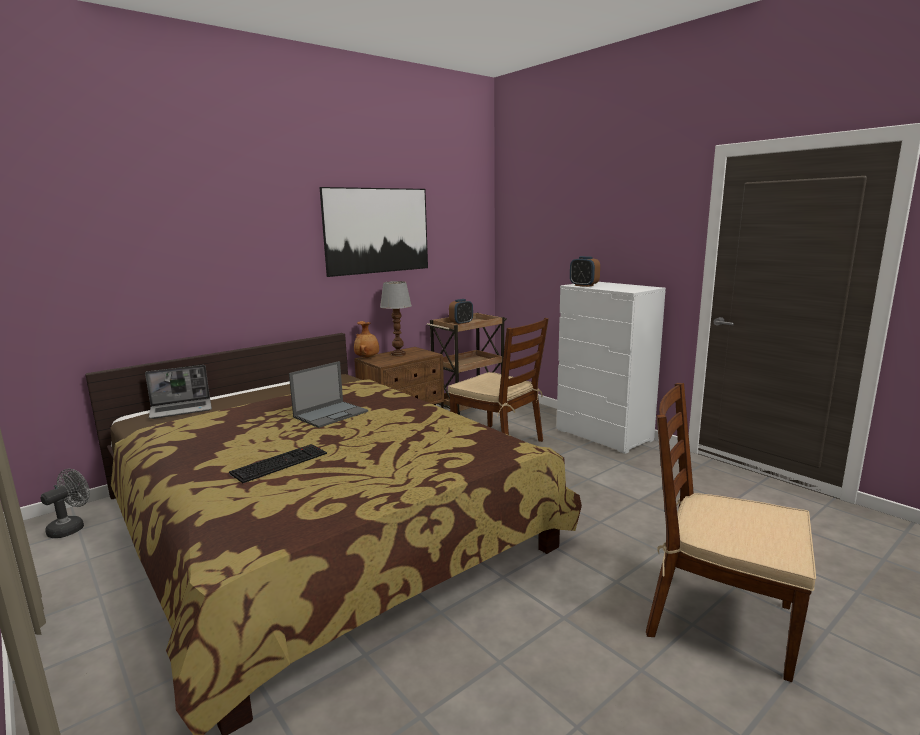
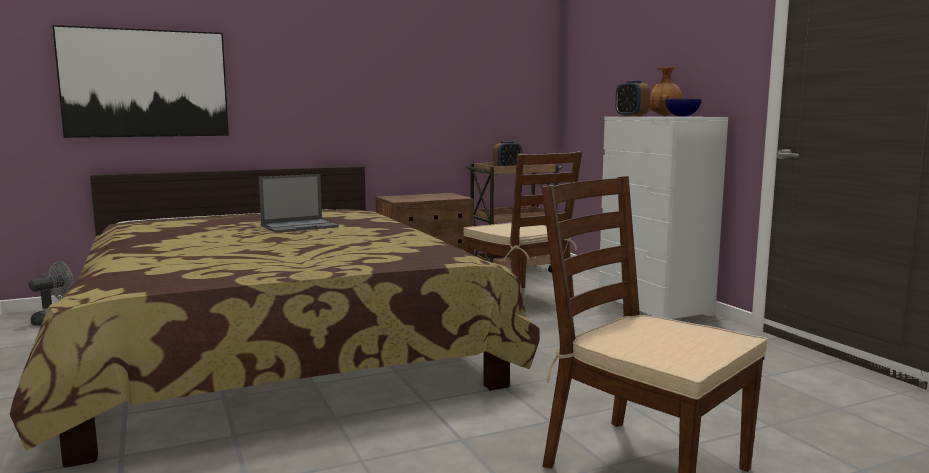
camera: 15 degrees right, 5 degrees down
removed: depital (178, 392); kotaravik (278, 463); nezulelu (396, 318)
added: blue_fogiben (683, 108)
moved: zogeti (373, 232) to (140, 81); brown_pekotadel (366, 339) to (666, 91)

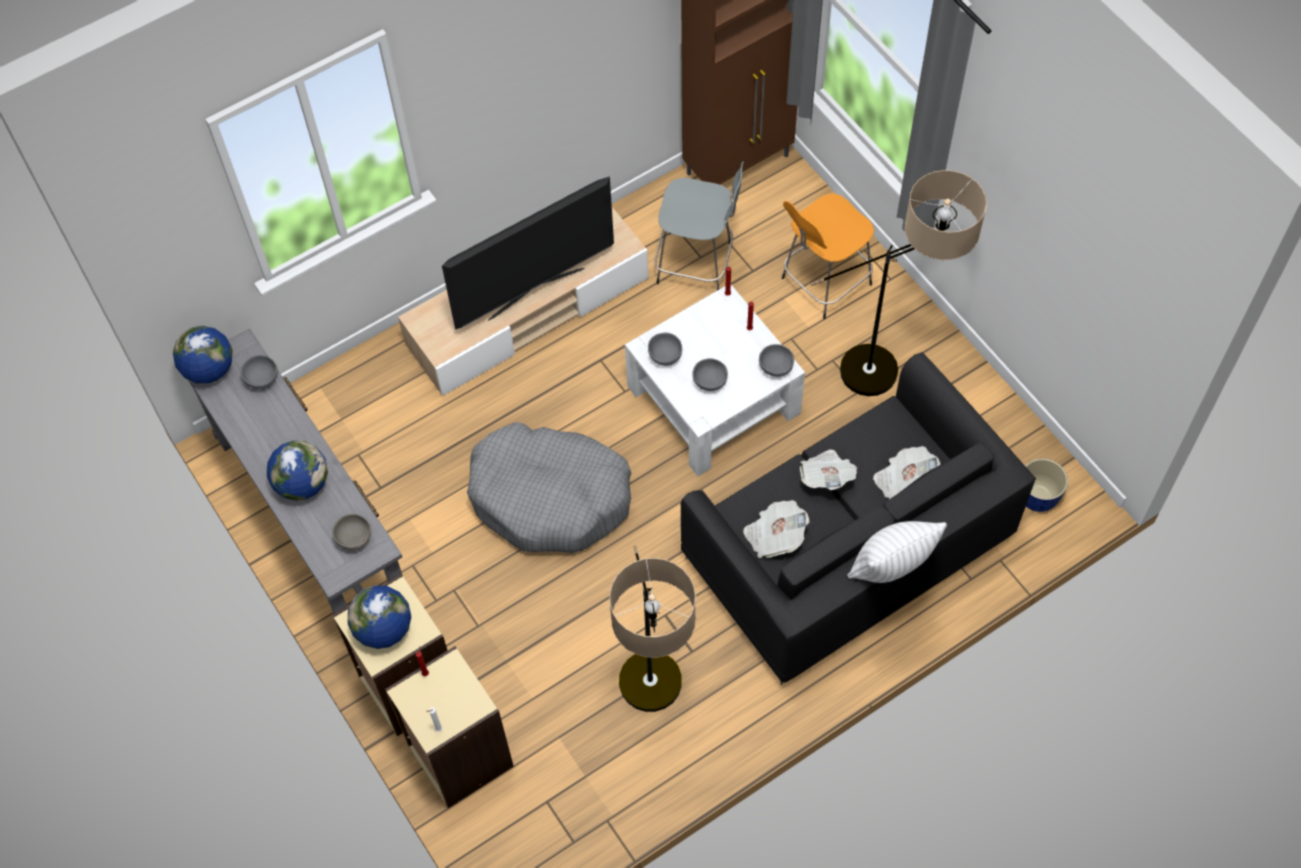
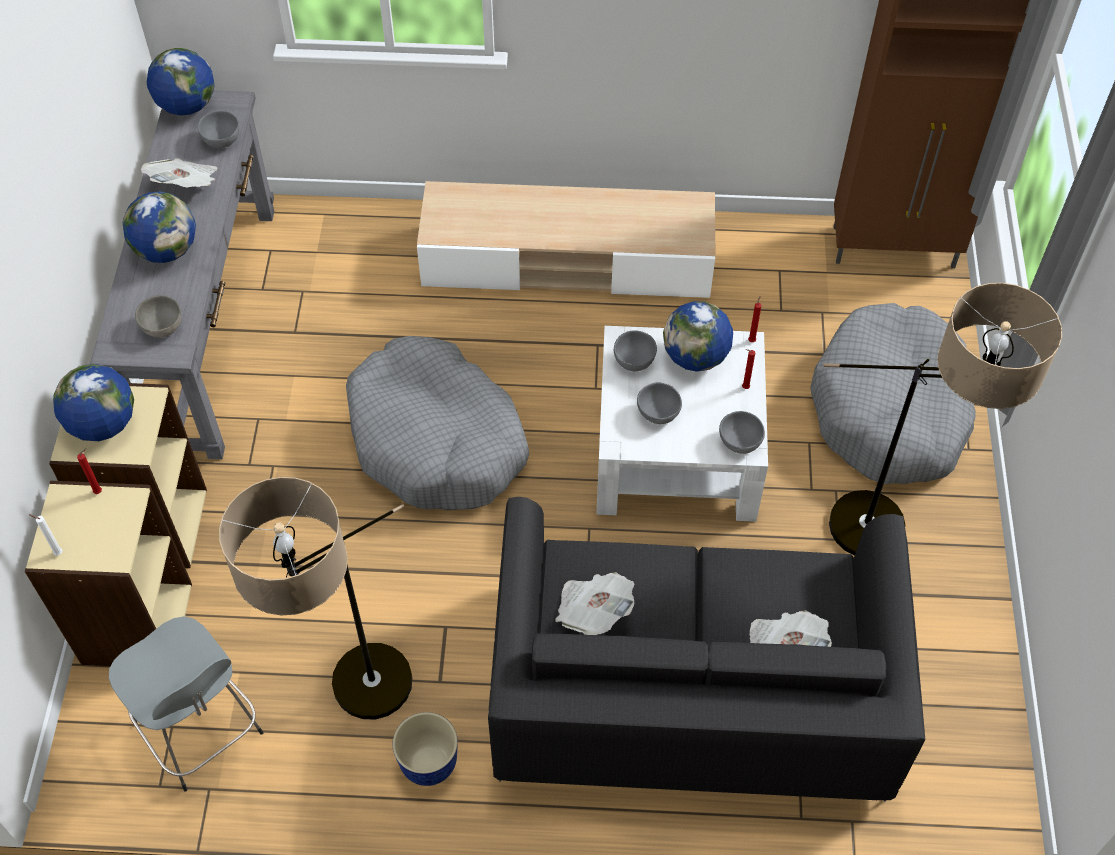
camera: 35 degrees right, 5 degrees down
removed: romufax (528, 252); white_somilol (897, 552)
added: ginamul (698, 336)
moved: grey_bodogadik (699, 225) to (186, 704); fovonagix (829, 470) to (179, 172); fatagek (1046, 485) to (425, 749)
replaced: orange_bodogadik (828, 256) to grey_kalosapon (893, 393)

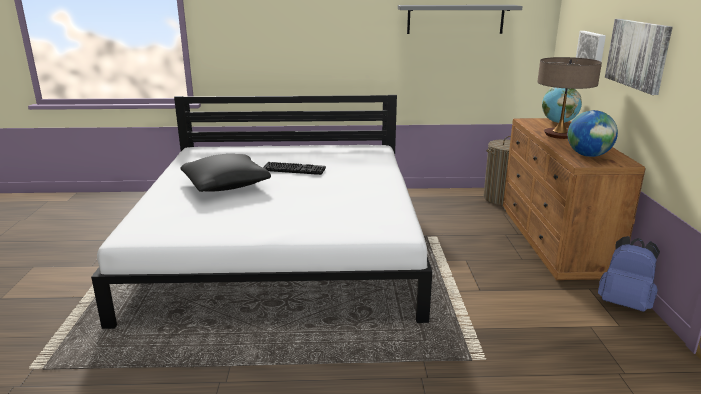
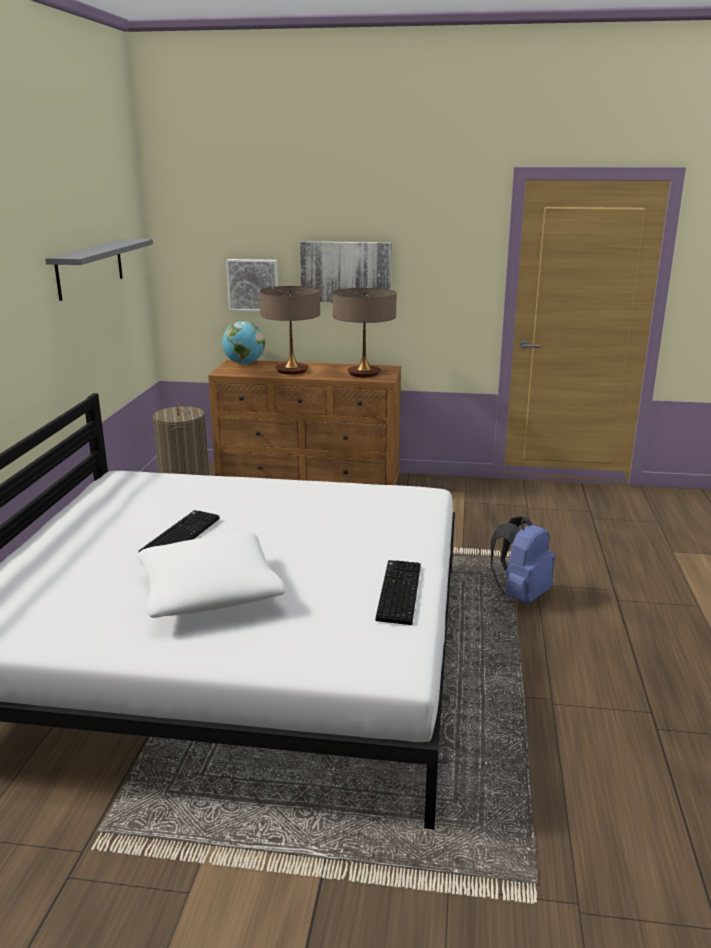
camera: 80 degrees left, 0 degrees up
added: kotaravik (398, 592)
moved: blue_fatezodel (629, 274) to (523, 560)
replaced: ginamul (593, 133) to nezulelu (365, 332)
recoloured: black_somilol (225, 173) to white_somilol (211, 574)

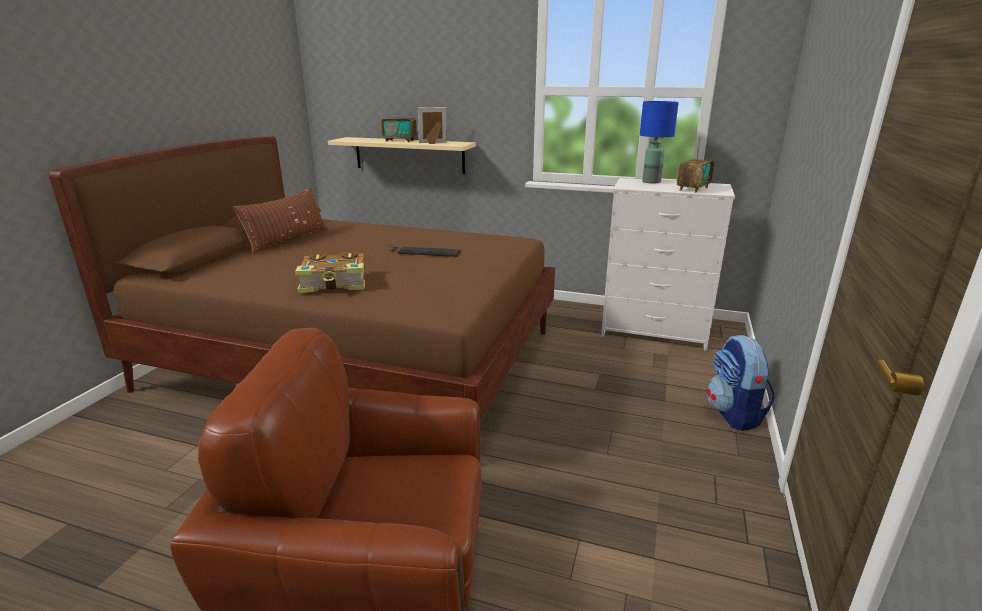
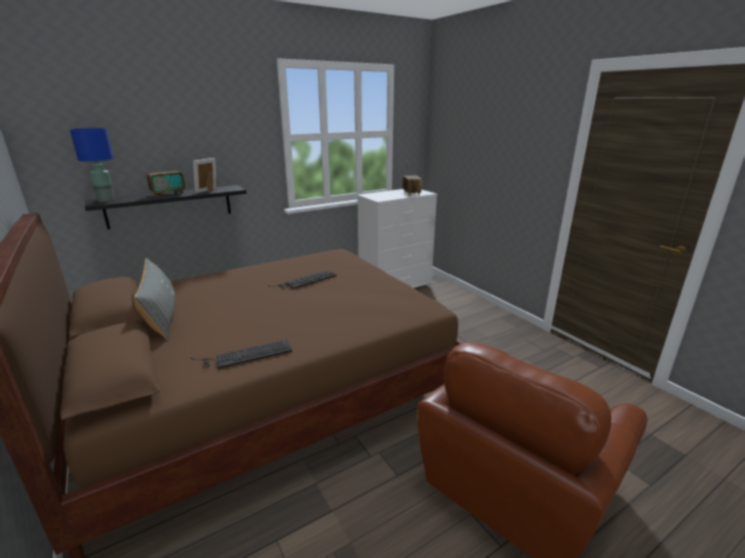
camera: 50 degrees left, 0 degrees up
removed: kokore (330, 272); fatezodel (741, 383)
added: kotaravik (241, 354)
moved: blue_nezulelu (659, 142) to (93, 165)
recoloured: brown_somilol (280, 221) to grey_somilol (154, 299); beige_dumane (402, 155) to black_dumane (166, 207)

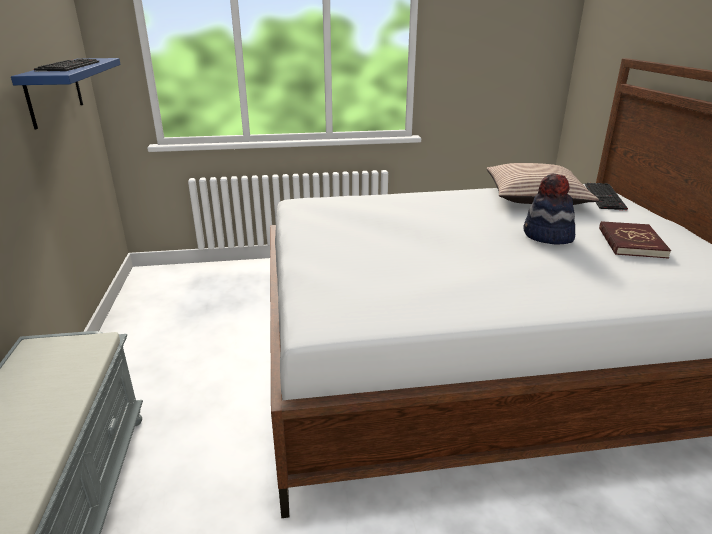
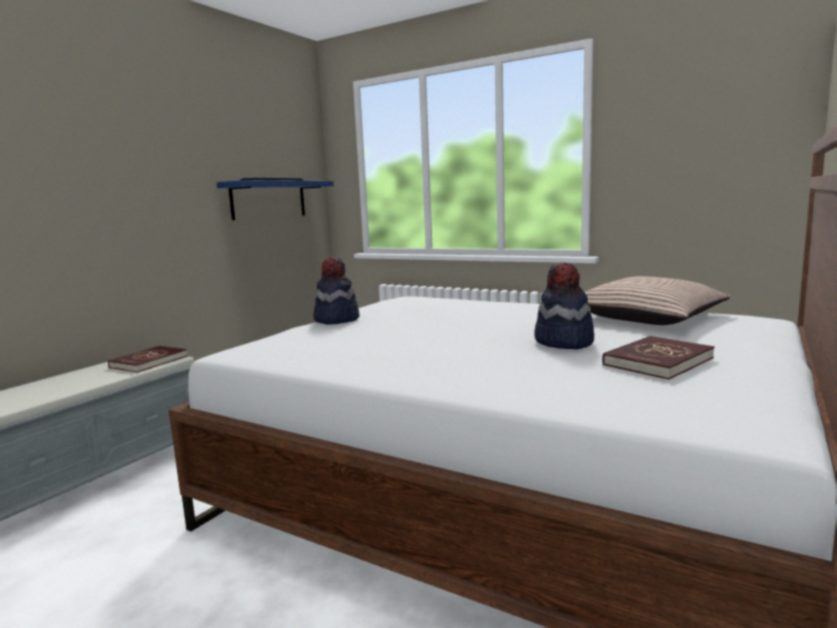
camera: 40 degrees right, 15 degrees down
removed: kotaravik (606, 197)
added: red_kokore (148, 359); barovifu (336, 290)

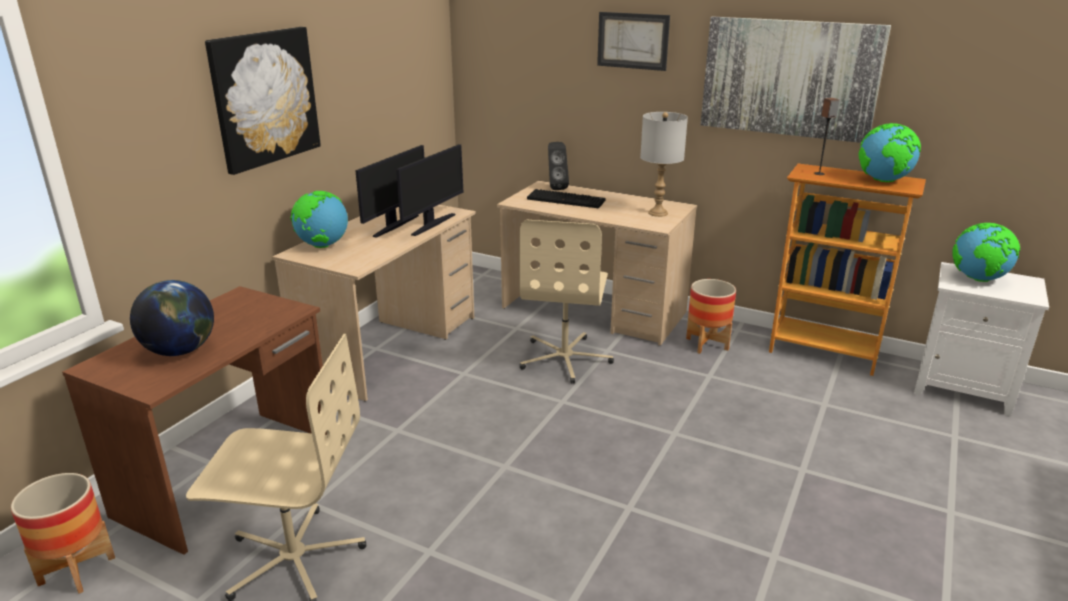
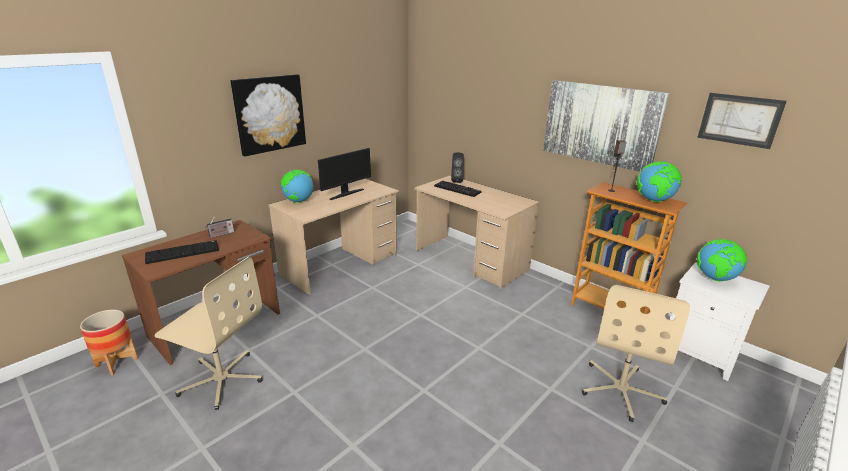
camera: 15 degrees right, 0 degrees up
removed: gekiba (429, 190); grey_nezulelu (664, 164); fatagek (711, 316)
added: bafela (219, 227)
moved: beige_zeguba (566, 302) to (636, 353); zogeti (633, 41) to (742, 121)
replaced: ginamul (172, 318) to kotaravik (182, 252)

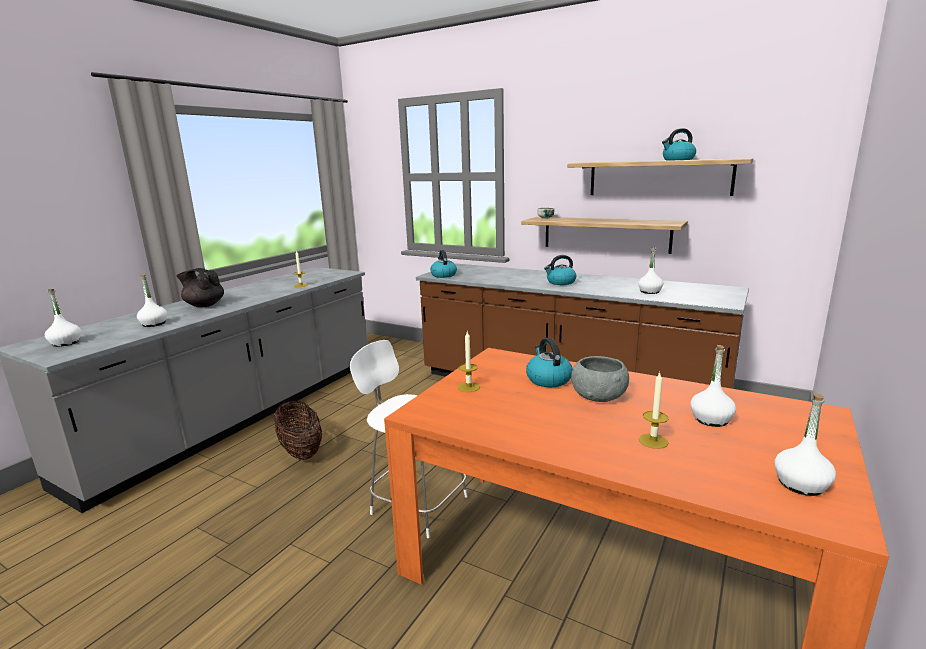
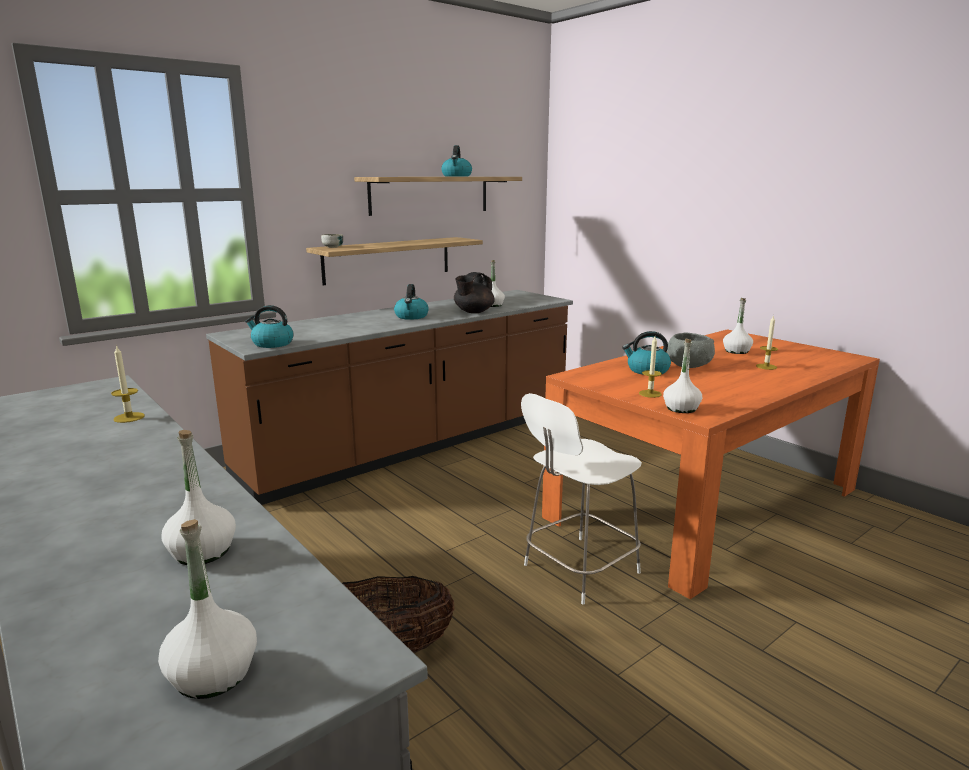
camera: 70 degrees left, 0 degrees up
moved: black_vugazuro (200, 288) to (474, 292); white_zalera (805, 444) to (682, 376)

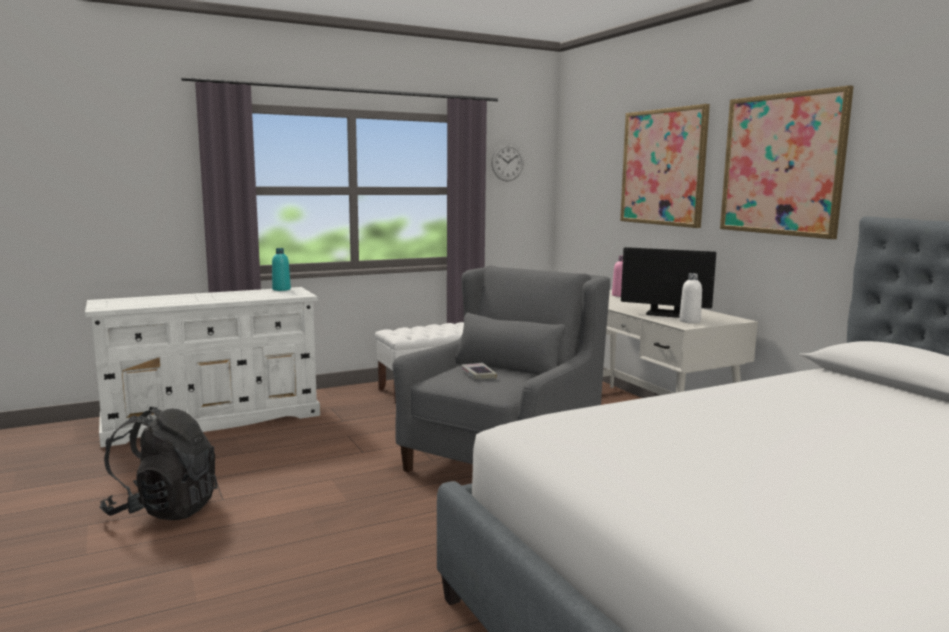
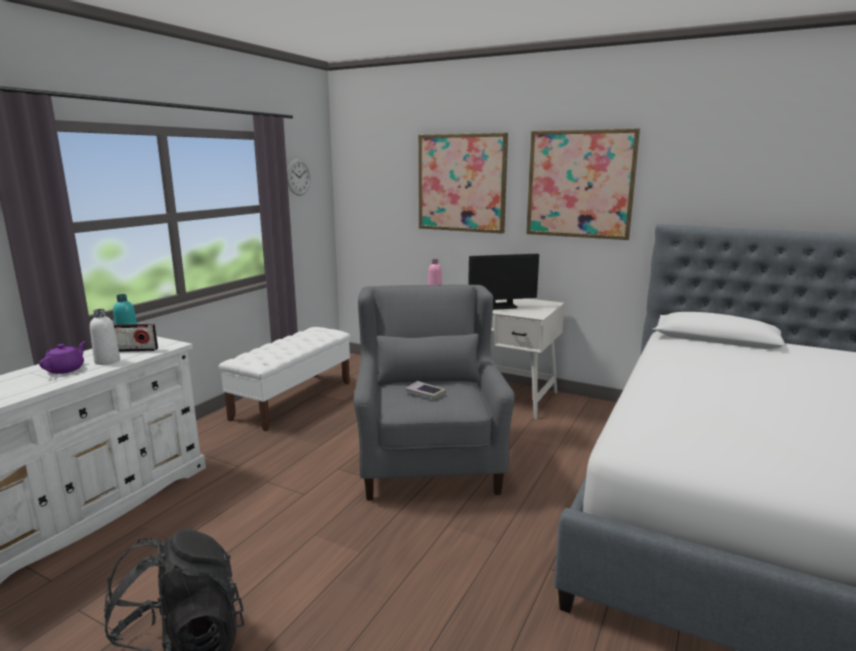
camera: 35 degrees left, 5 degrees up
added: purple_vugazuro (62, 357); bafela (135, 337)
moved: white_zalera (690, 298) to (105, 337)

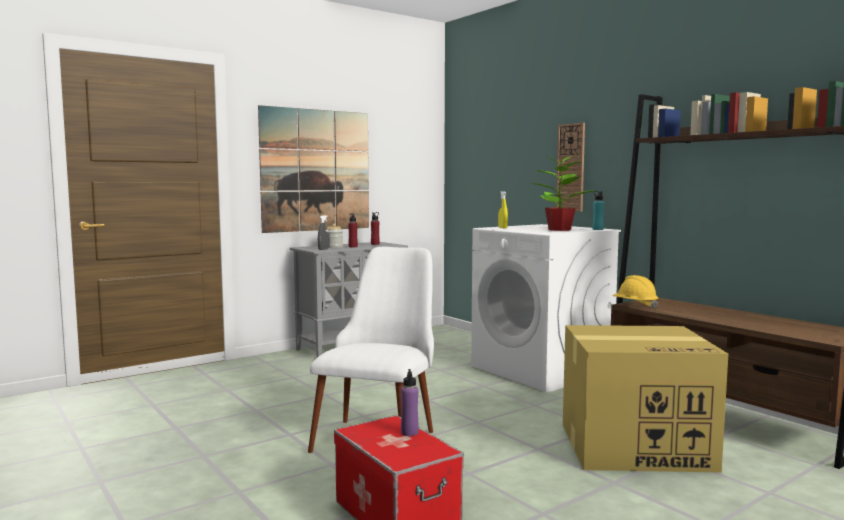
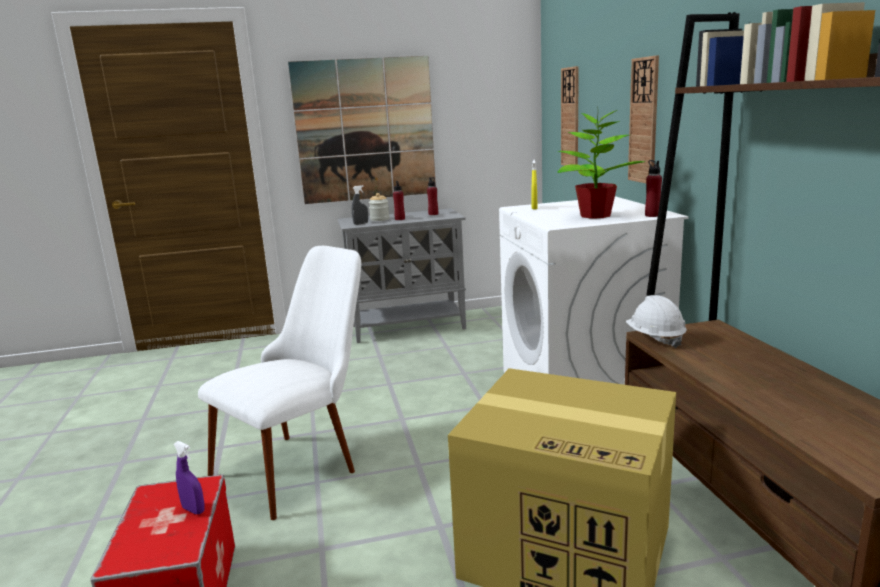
camera: 25 degrees right, 10 degrees up
added: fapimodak (570, 116)
replaced: purple_zalera (410, 402) to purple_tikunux (189, 477)
recoloured: turquoise_zalera (598, 210) to red_zalera (653, 188); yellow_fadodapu (635, 292) to white_fadodapu (656, 321)

